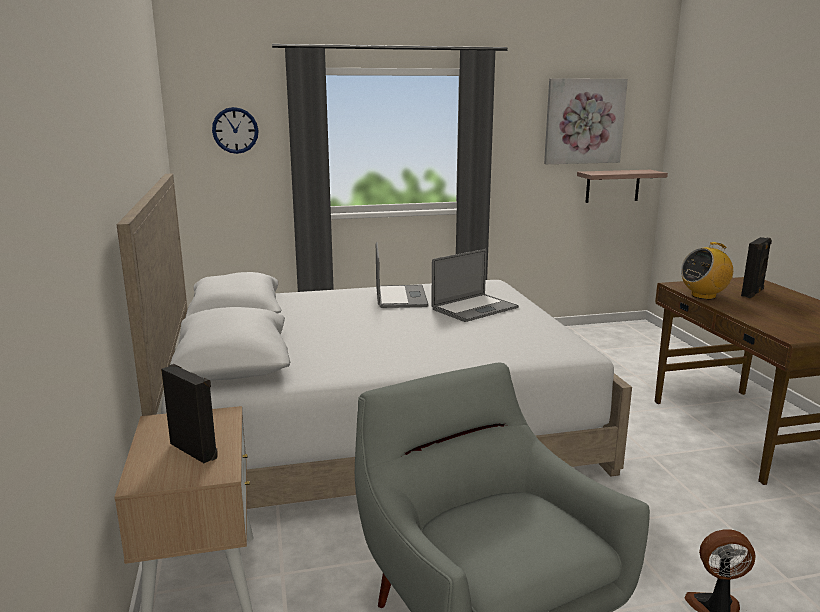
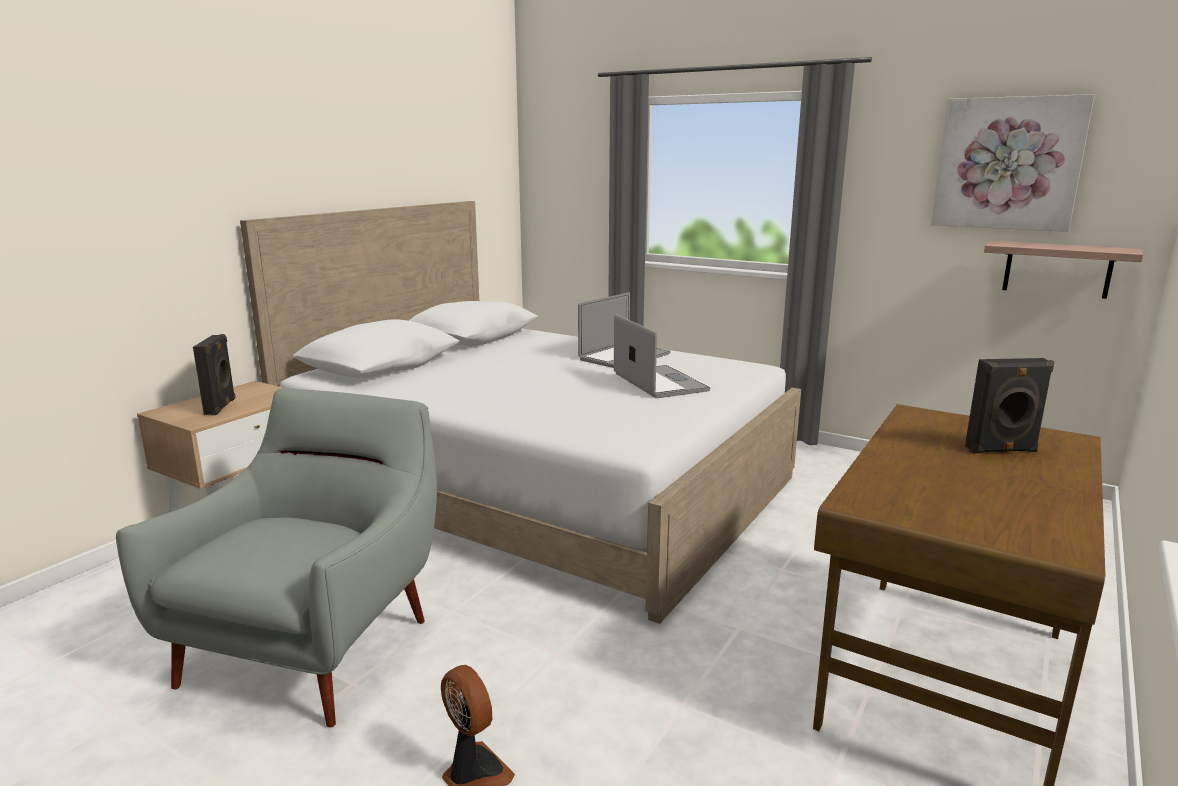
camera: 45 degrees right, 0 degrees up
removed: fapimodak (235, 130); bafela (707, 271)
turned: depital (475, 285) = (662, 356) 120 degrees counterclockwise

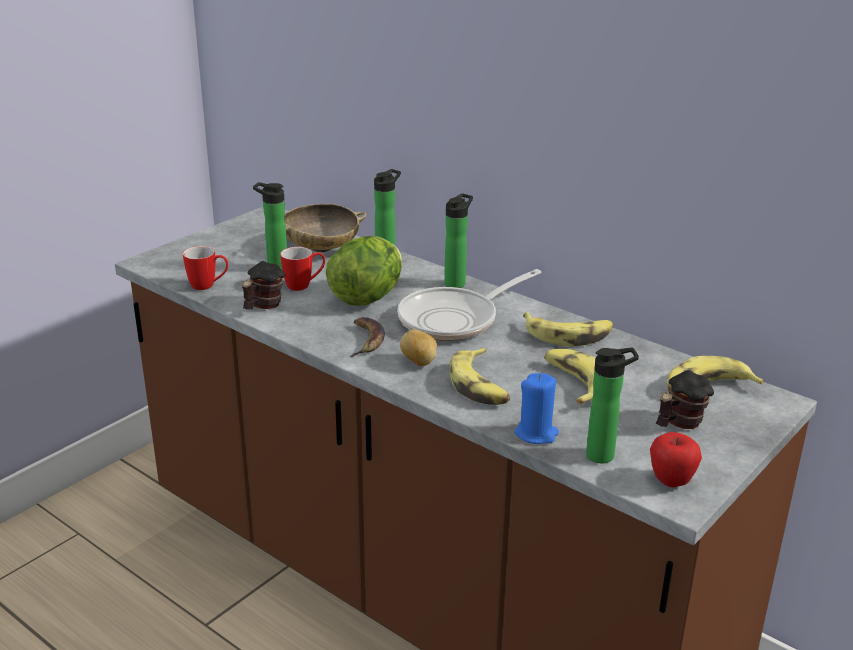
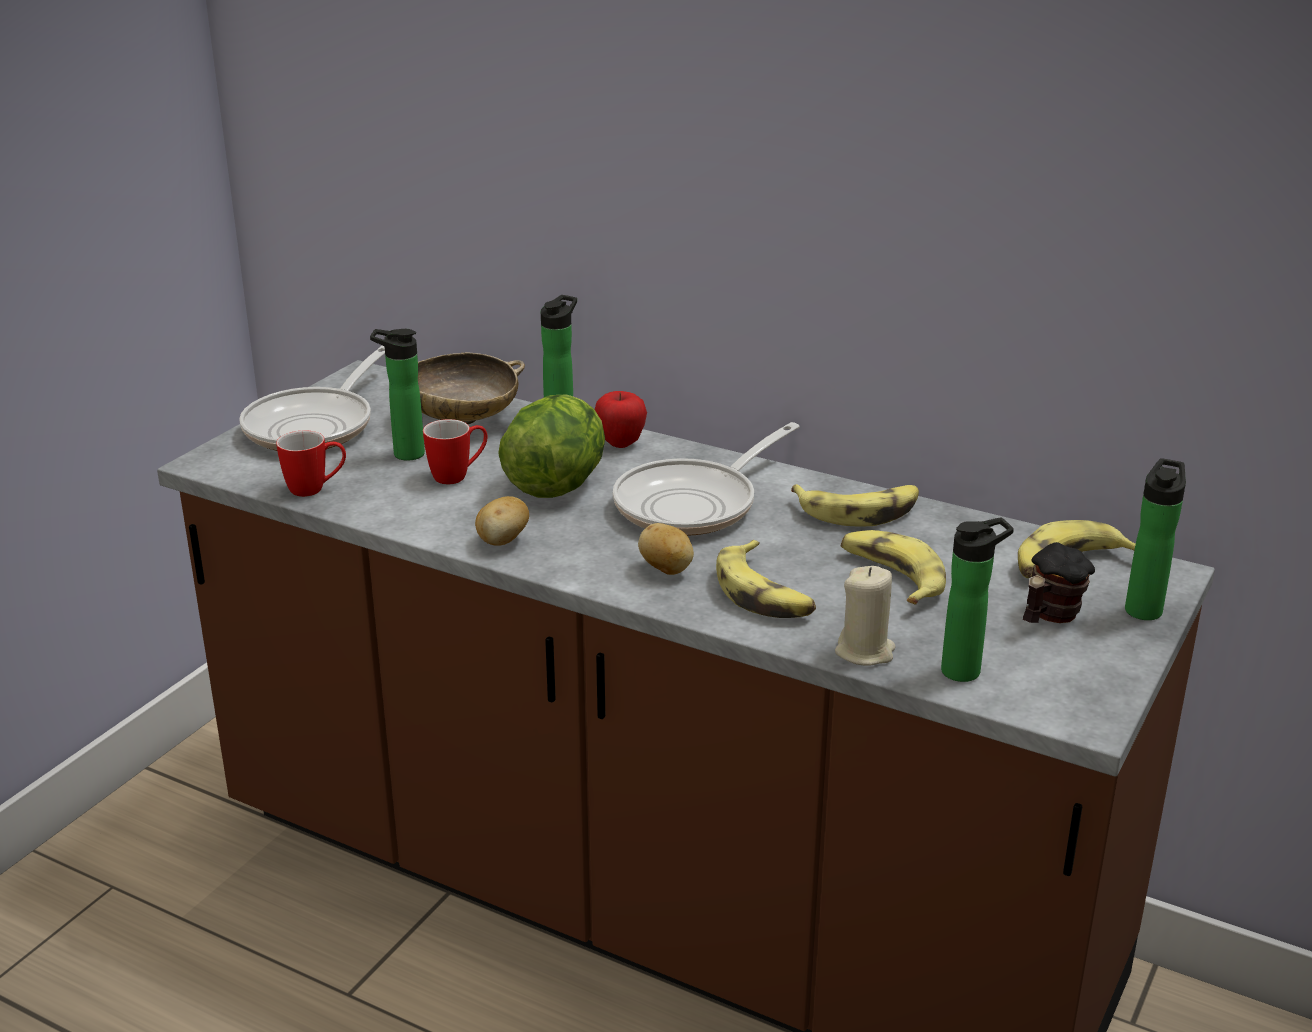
camera: 10 degrees left, 0 degrees up
removed: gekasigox (263, 285); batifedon (367, 337)
added: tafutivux (312, 398); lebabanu (502, 521)
moved: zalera (458, 240) to (1155, 539); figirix (676, 459) to (621, 419)
recoloured: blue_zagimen (536, 408) to beige_zagimen (865, 616)

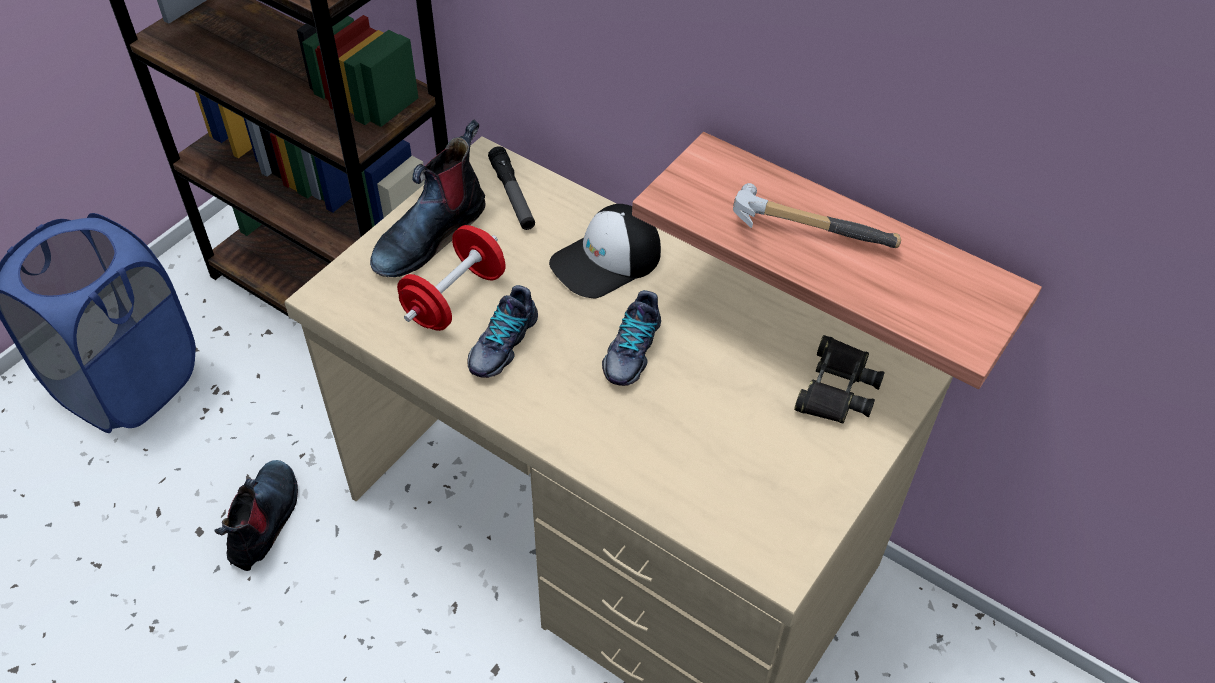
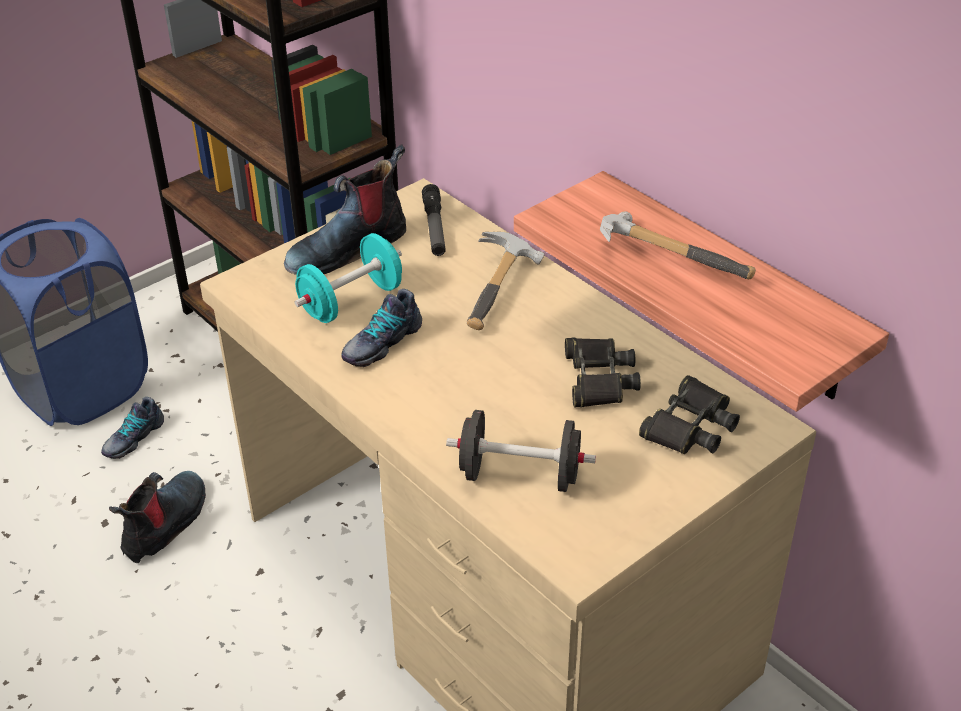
camera: 15 degrees right, 10 degrees down
added: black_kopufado (521, 451); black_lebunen (603, 372)
moved: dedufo (631, 338) to (132, 428)
replaced: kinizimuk (605, 251) to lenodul (506, 281)
recoloured: red_kopufado (451, 278) to turquoise_kopufado (348, 278)

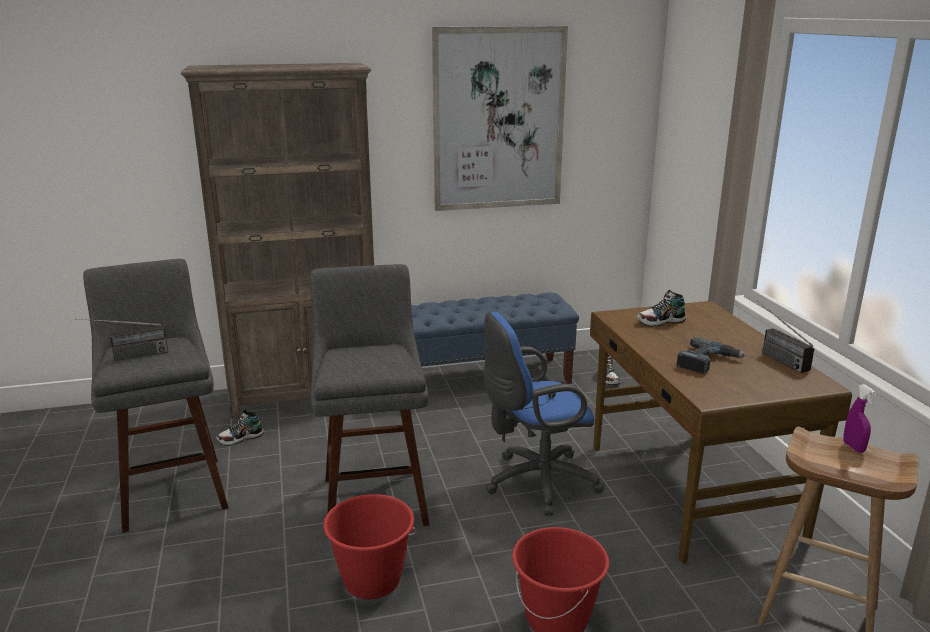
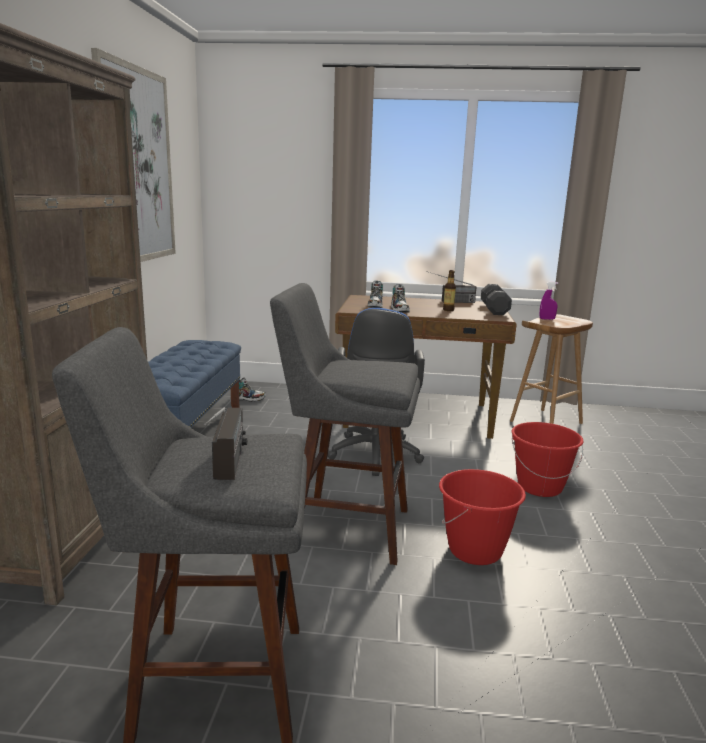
camera: 70 degrees left, 5 degrees down
added: black_kopufado (496, 299)
moved: dedufo (240, 428) to (400, 298)
replaced: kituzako (711, 355) to zalera (449, 290)

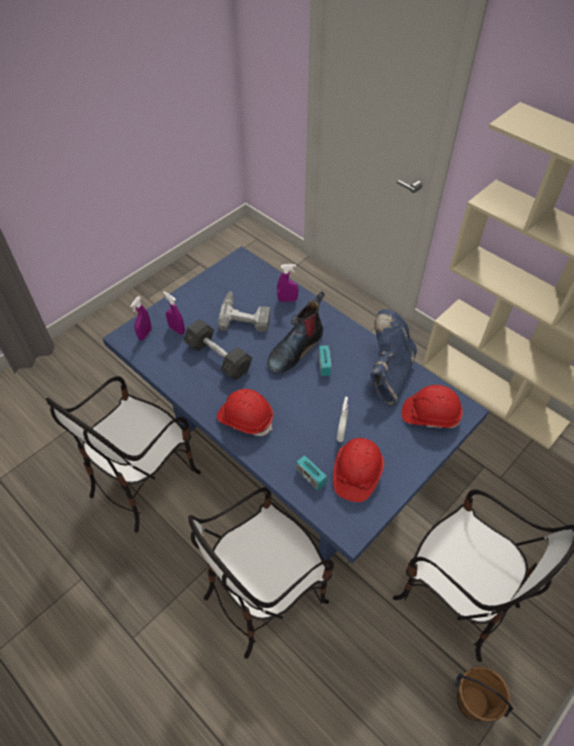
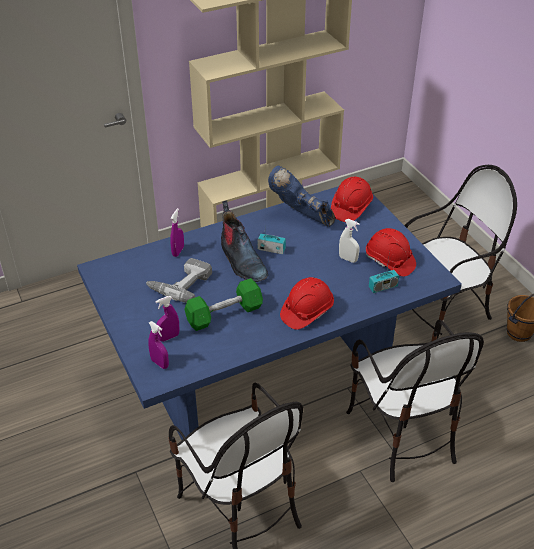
camera: 70 degrees left, 10 degrees down
recoloured: grey_kopufado (217, 349) to green_kopufado (223, 304)

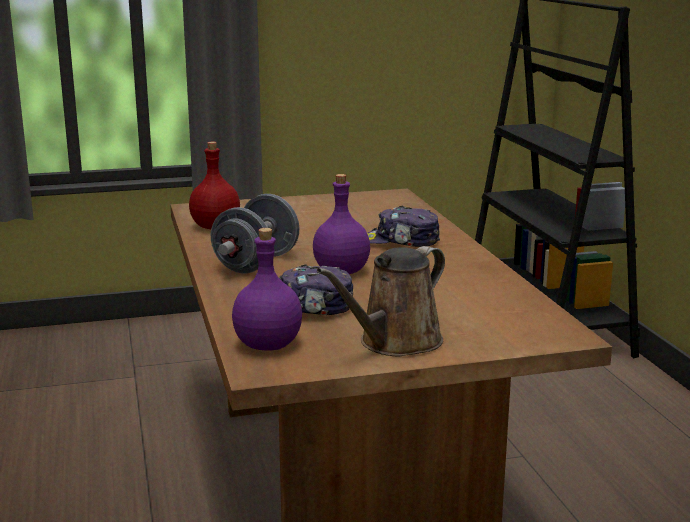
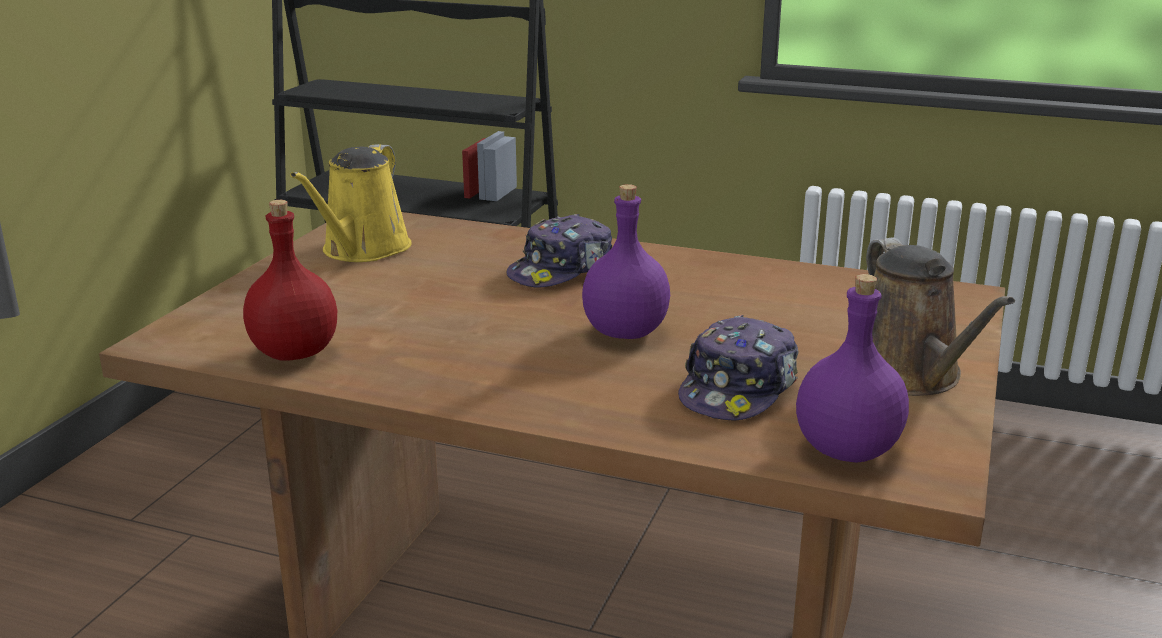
camera: 55 degrees left, 5 degrees up
removed: grey_kopufado (255, 234)
added: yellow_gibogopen (350, 203)

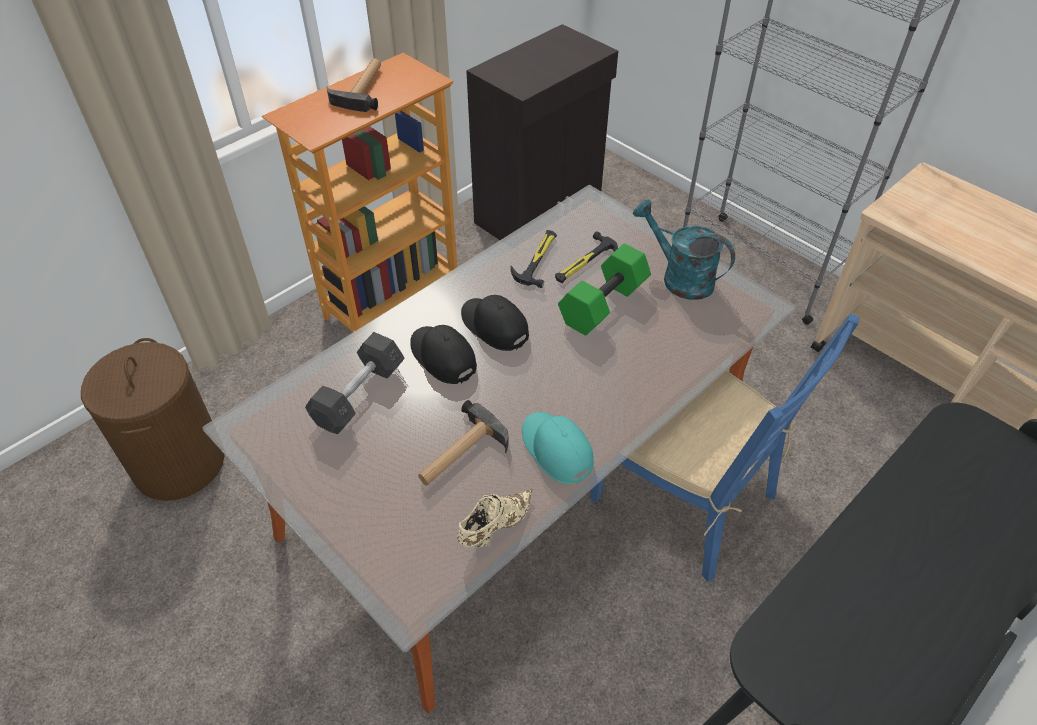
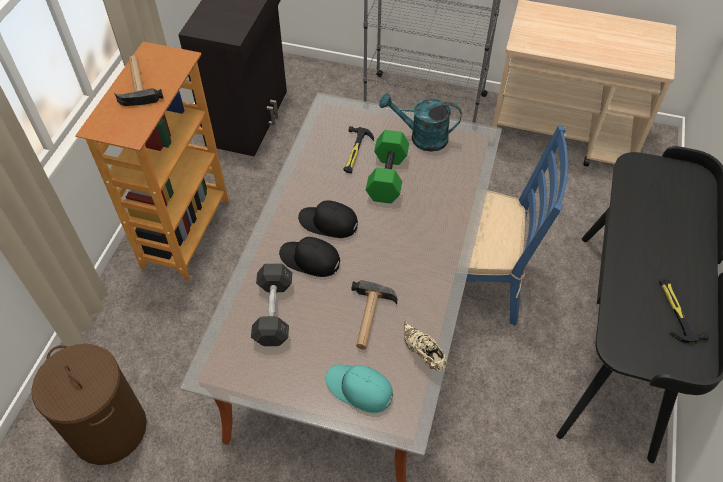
camera: 30 degrees left, 5 degrees up
moved: lenodul (533, 259) to (684, 311); turquoise_kinizimuk (558, 448) to (359, 389)
turned: beige_dedufo (494, 517) = (425, 346) 45 degrees counterclockwise

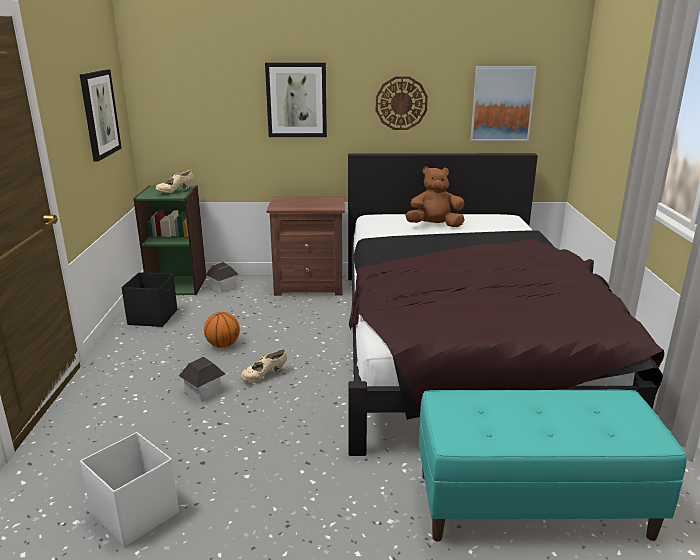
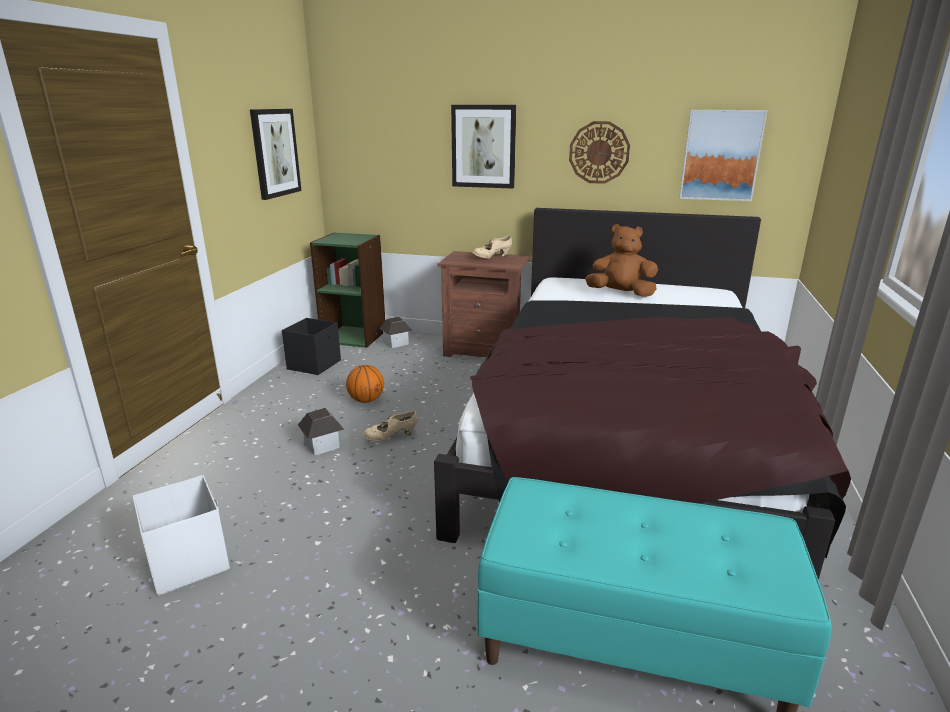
camera: 15 degrees right, 0 degrees up
moved: beige_dedufo (174, 181) to (492, 247)

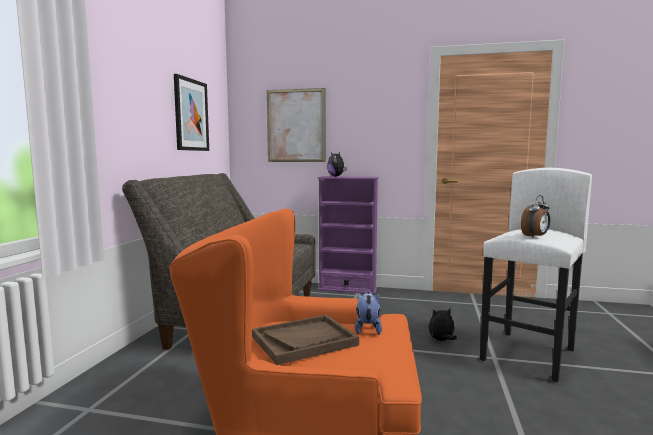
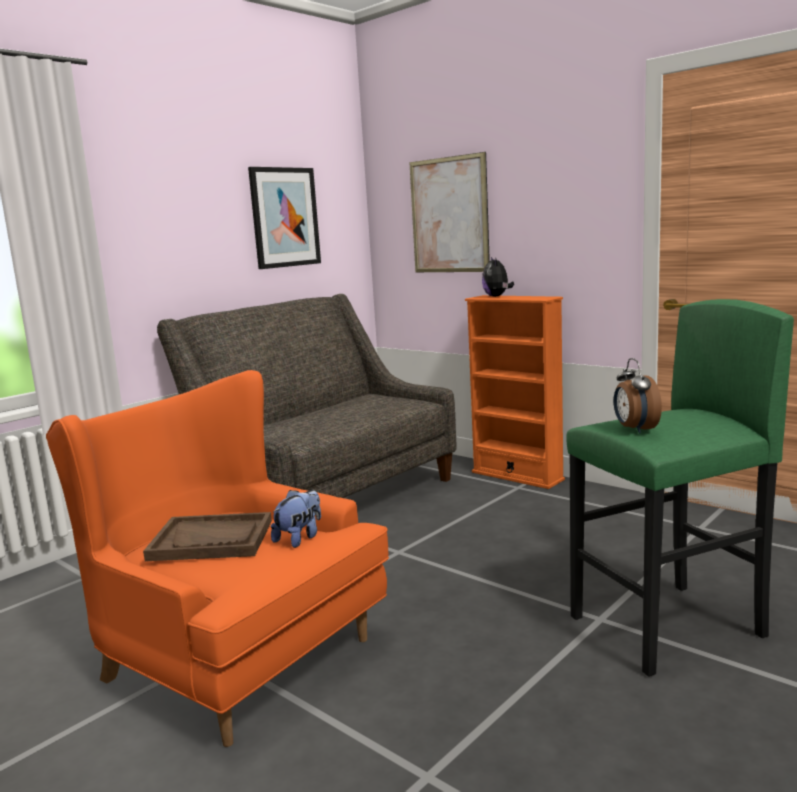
camera: 30 degrees right, 5 degrees up
removed: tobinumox (443, 324)
recoloured: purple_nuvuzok (348, 235) to orange_nuvuzok (515, 392); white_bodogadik (536, 275) to green_bodogadik (680, 488)
turned: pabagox (535, 216) = (638, 396) 90 degrees clockwise

